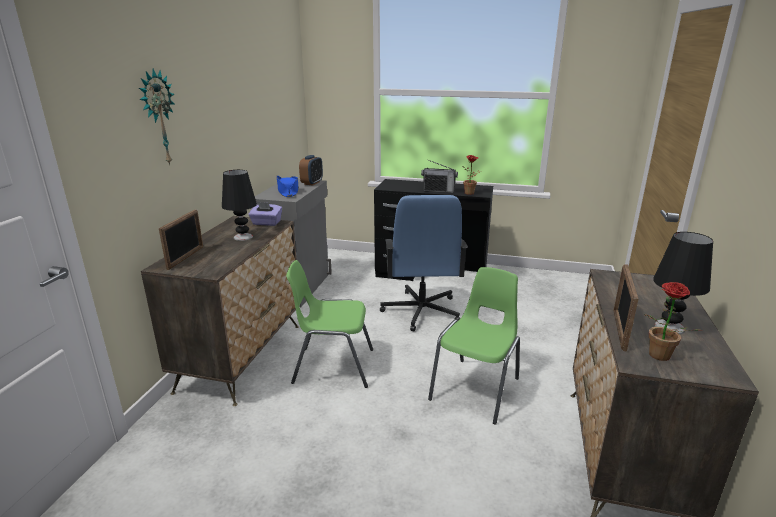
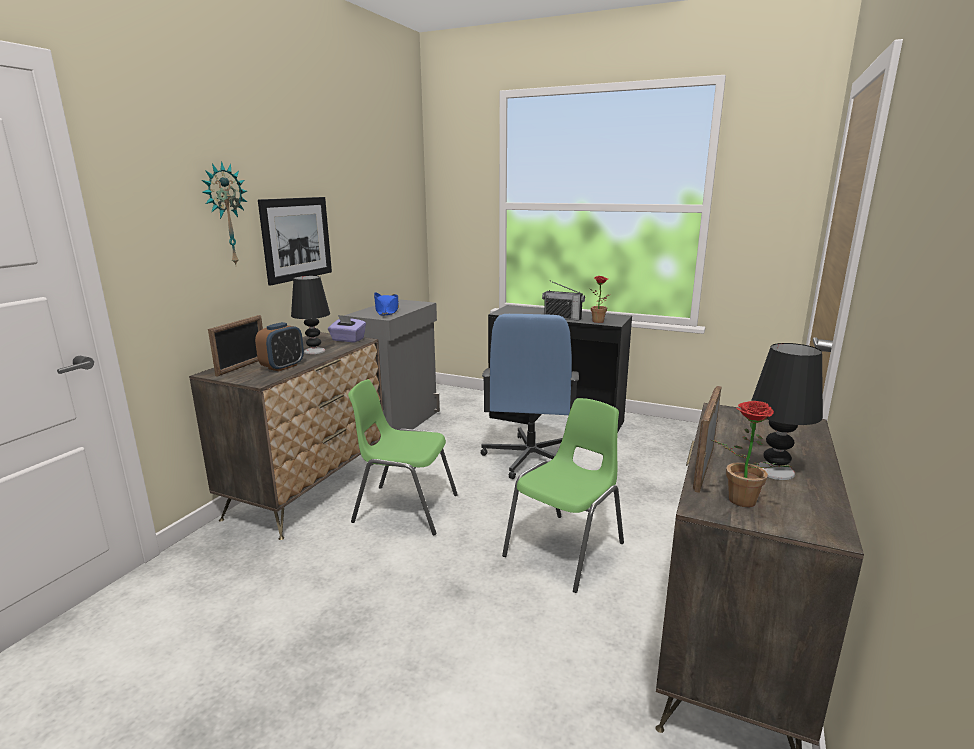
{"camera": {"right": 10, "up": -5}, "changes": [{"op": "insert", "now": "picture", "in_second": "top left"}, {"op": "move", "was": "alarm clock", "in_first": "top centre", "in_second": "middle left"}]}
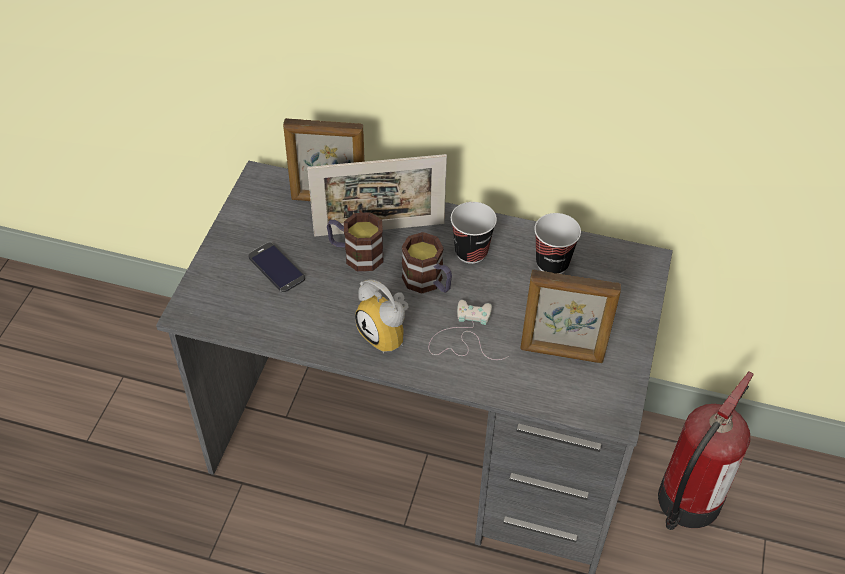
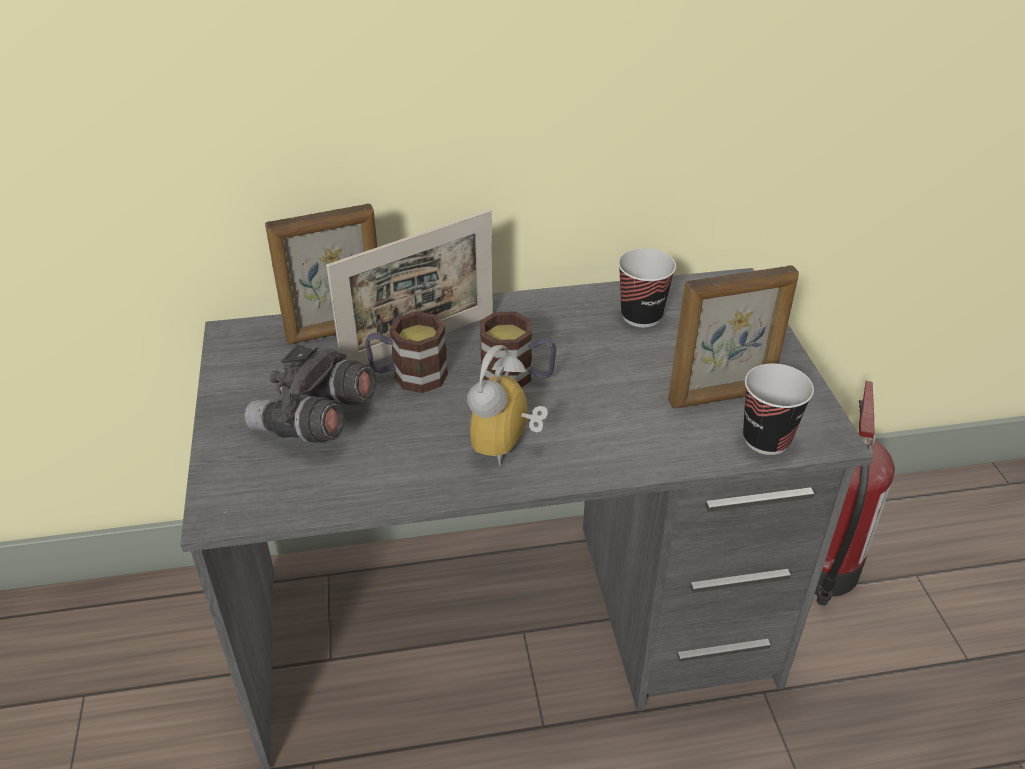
{"camera": {"right": -25, "up": -10}, "changes": [{"op": "delete", "was": "white game controller", "in_first": "centre"}, {"op": "move", "was": "cup (1st from left in the first image)", "now": "cup (2nd from left)", "in_first": "centre", "in_second": "middle right"}, {"op": "replace", "was": "phone", "now": "grey binoculars", "in_first": "middle left", "in_second": "middle left"}, {"op": "rotate", "was": "alarm clock", "in_first": "centre", "in_second": "centre", "clockwise": 90}]}
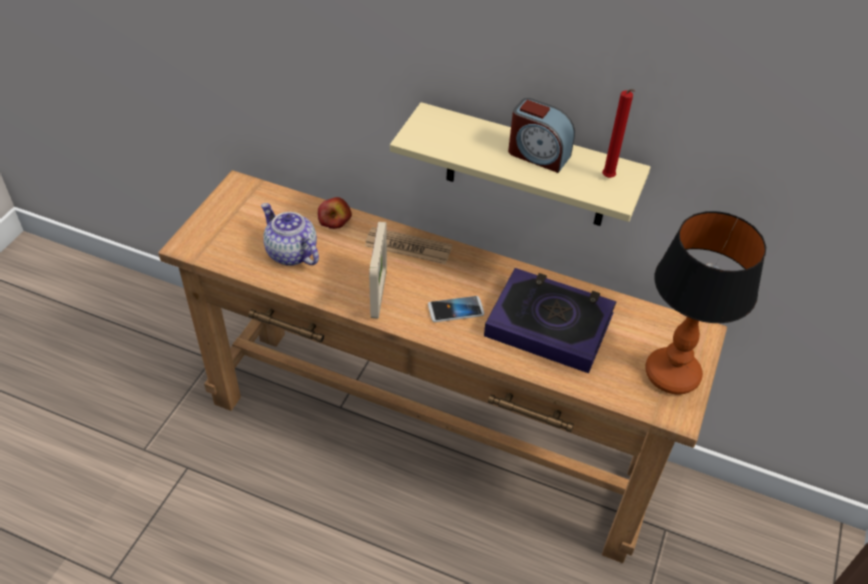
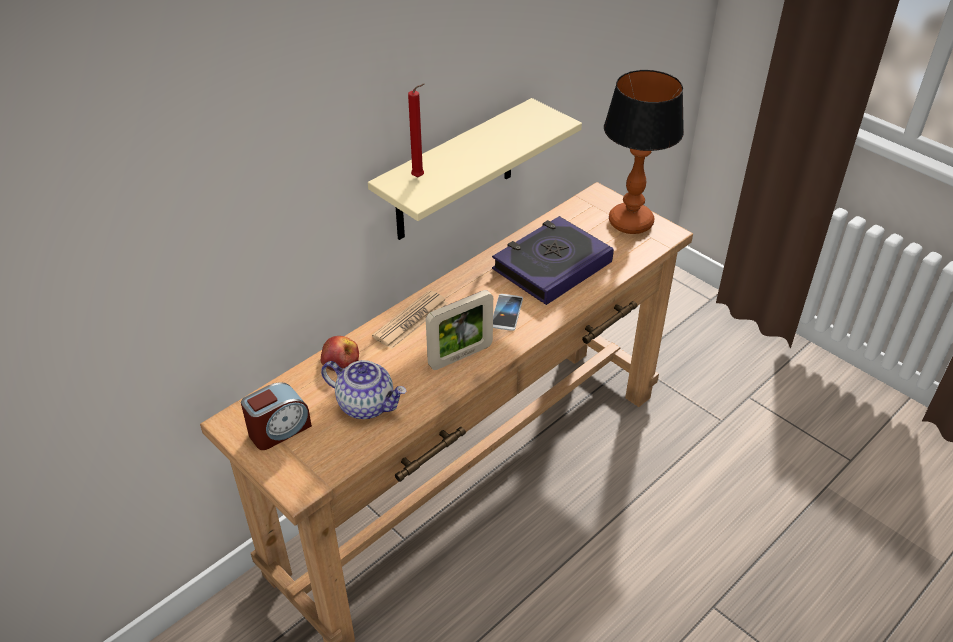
{"camera": {"right": -65, "up": -5}, "changes": [{"op": "move", "was": "alarm clock", "in_first": "top centre", "in_second": "middle left"}, {"op": "move", "was": "red candle", "in_first": "top right", "in_second": "top centre"}, {"op": "rotate", "was": "teapot", "in_first": "centre", "in_second": "centre", "clockwise": -135}, {"op": "rotate", "was": "picture frame", "in_first": "centre", "in_second": "centre", "clockwise": 120}]}
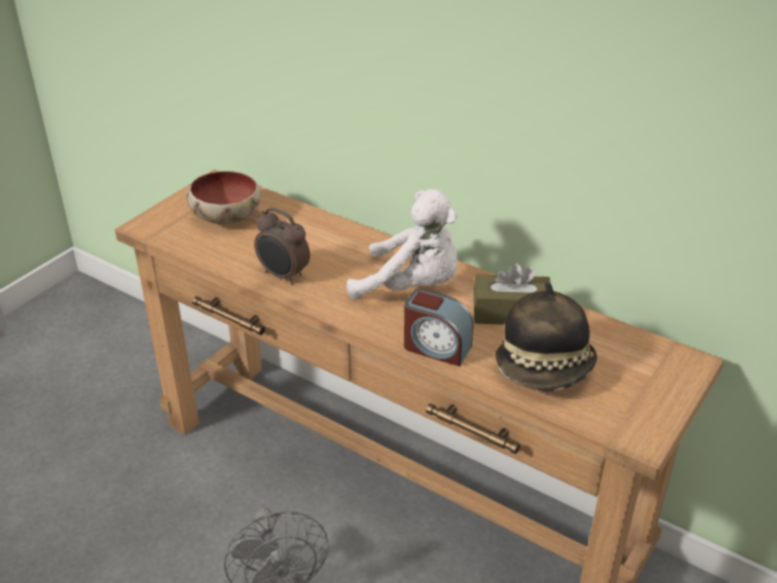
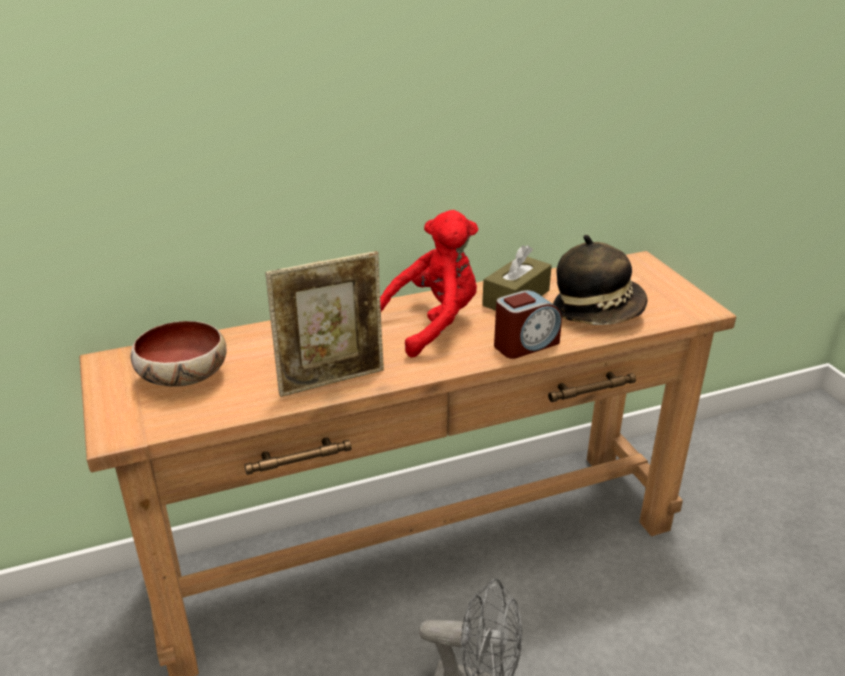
{"camera": {"right": -55, "up": -5}, "changes": [{"op": "replace", "was": "alarm clock (1st from left)", "now": "picture frame", "in_first": "centre", "in_second": "centre"}, {"op": "recolor", "was": "white plush toy", "now": "red plush toy", "in_first": "centre", "in_second": "centre"}]}
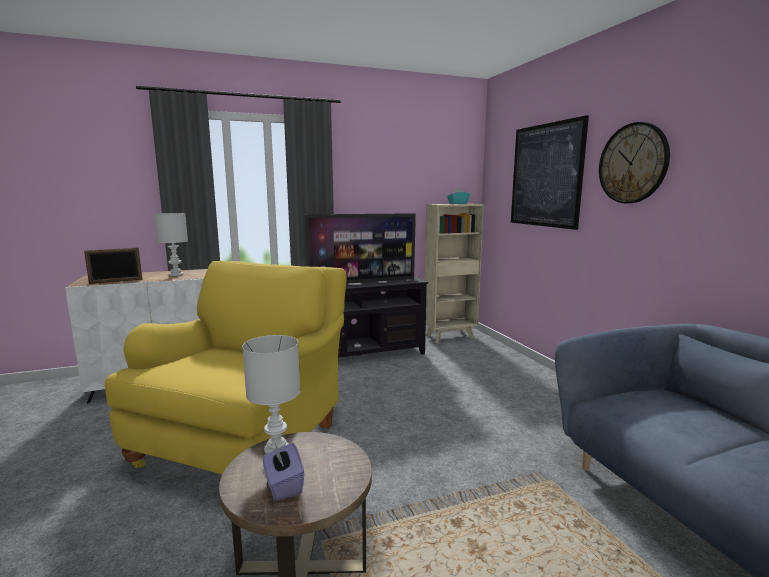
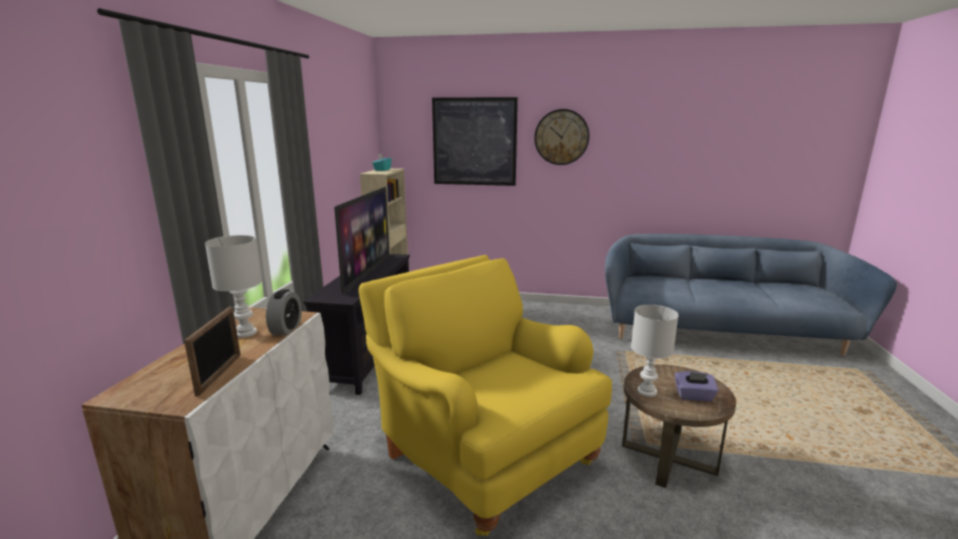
{"camera": {"right": -60, "up": 5}, "changes": [{"op": "insert", "now": "alarm clock", "in_second": "middle left"}]}
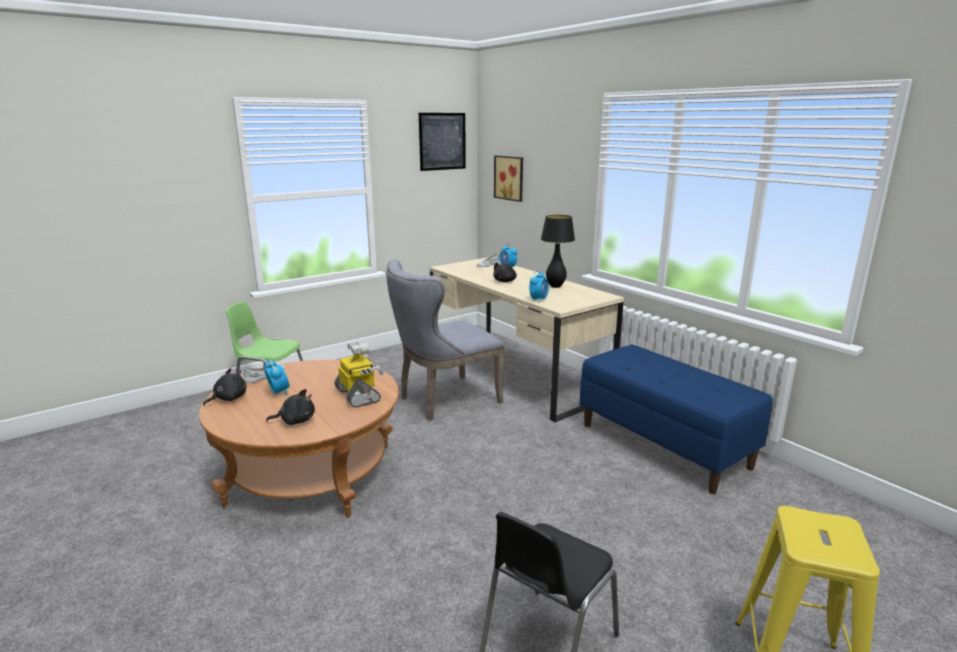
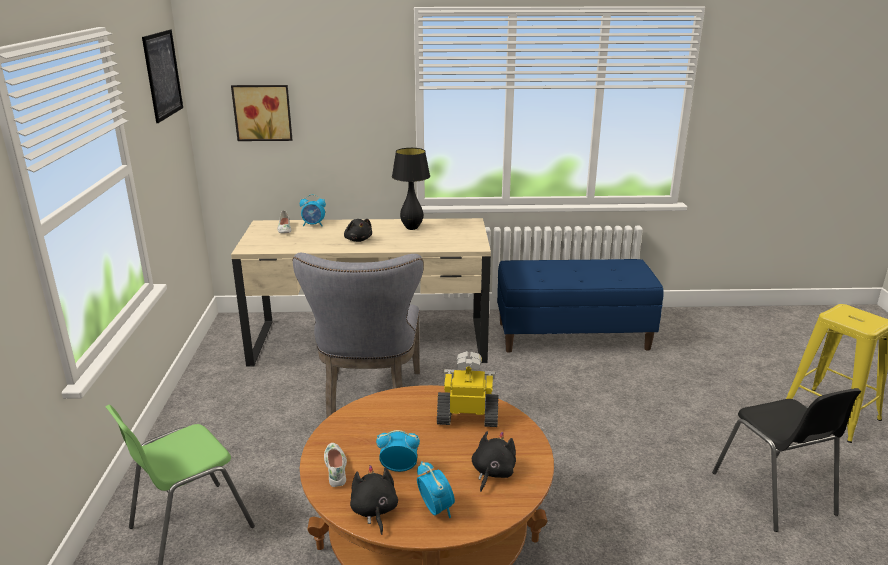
{"camera": {"right": -55, "up": 5}, "changes": [{"op": "move", "was": "alarm clock (3rd from left)", "in_first": "centre", "in_second": "bottom centre"}]}
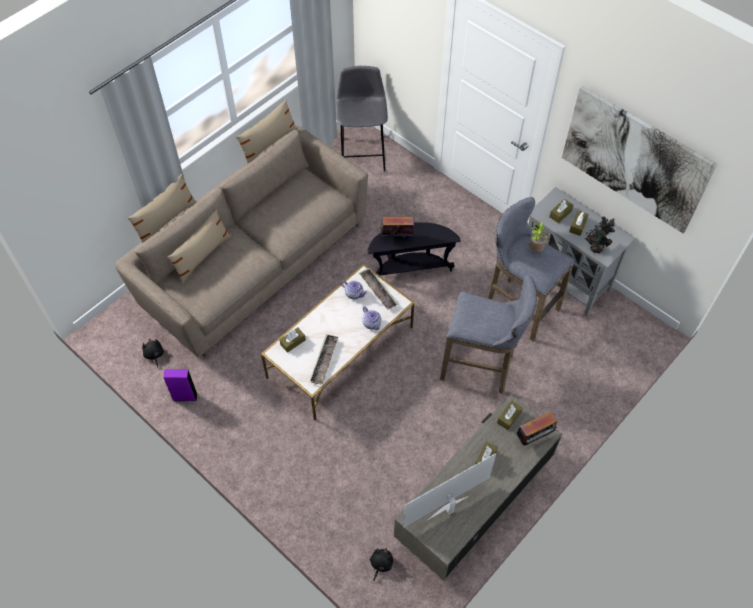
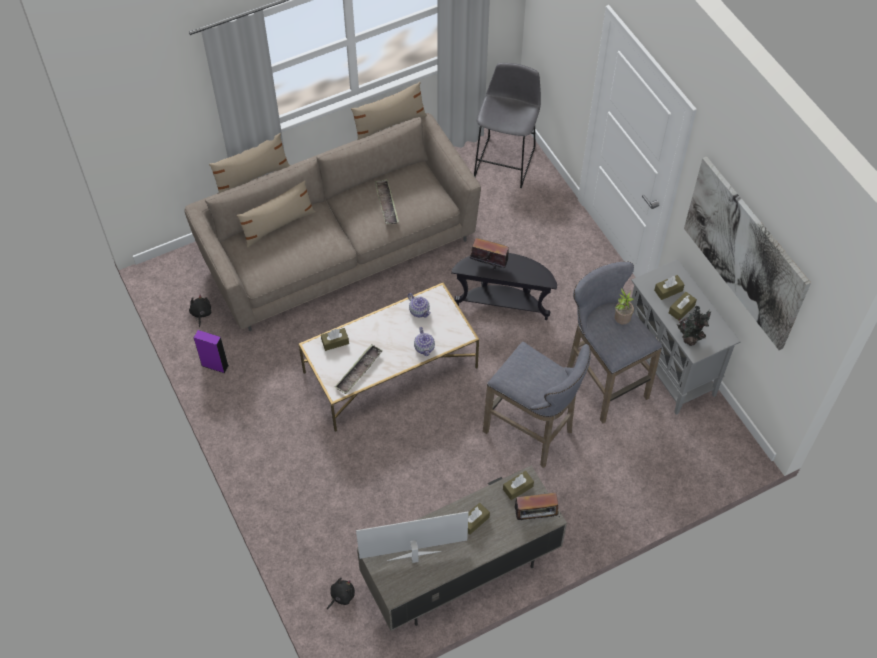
{"camera": {"right": 20, "up": 0}, "changes": [{"op": "move", "was": "tray (2nd from left)", "in_first": "centre", "in_second": "top centre"}]}
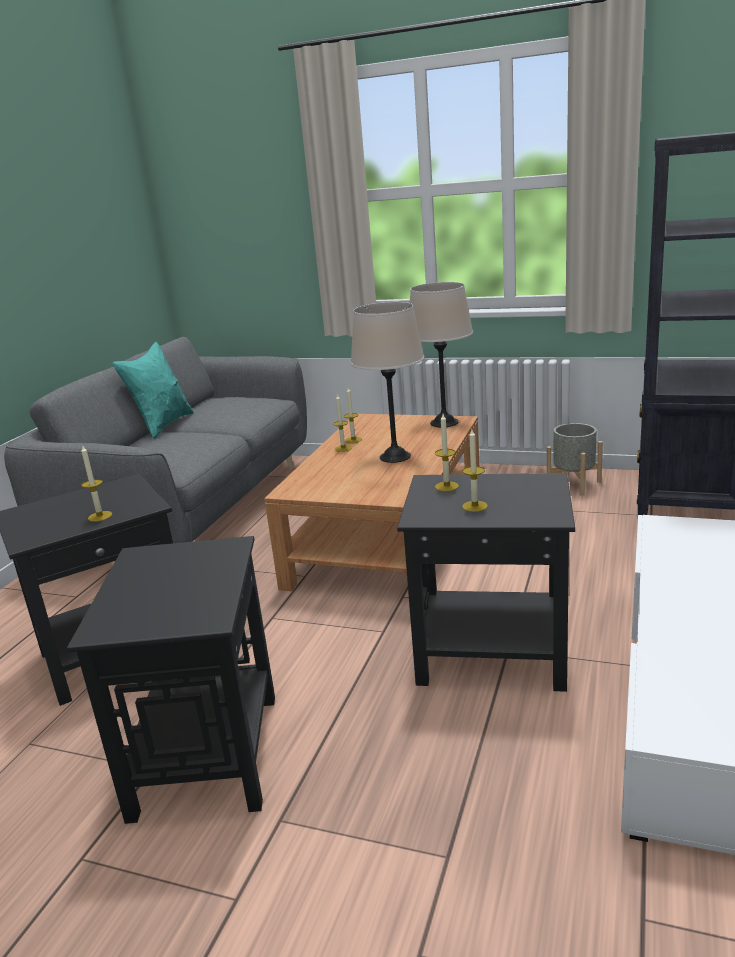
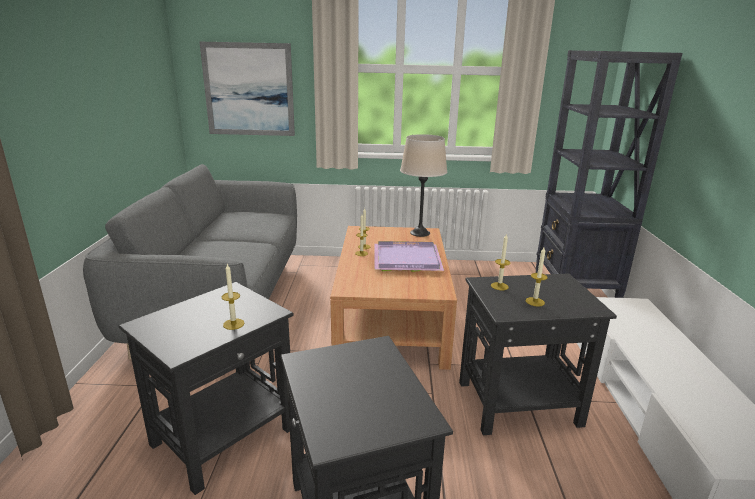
{"camera": {"right": -20, "up": 0}, "changes": [{"op": "delete", "was": "turquoise pillow", "in_first": "middle left"}, {"op": "delete", "was": "grey planter", "in_first": "middle right"}, {"op": "insert", "now": "picture", "in_second": "top left"}, {"op": "replace", "was": "beige table lamp (1st from left)", "now": "purple tray", "in_first": "centre", "in_second": "centre"}]}
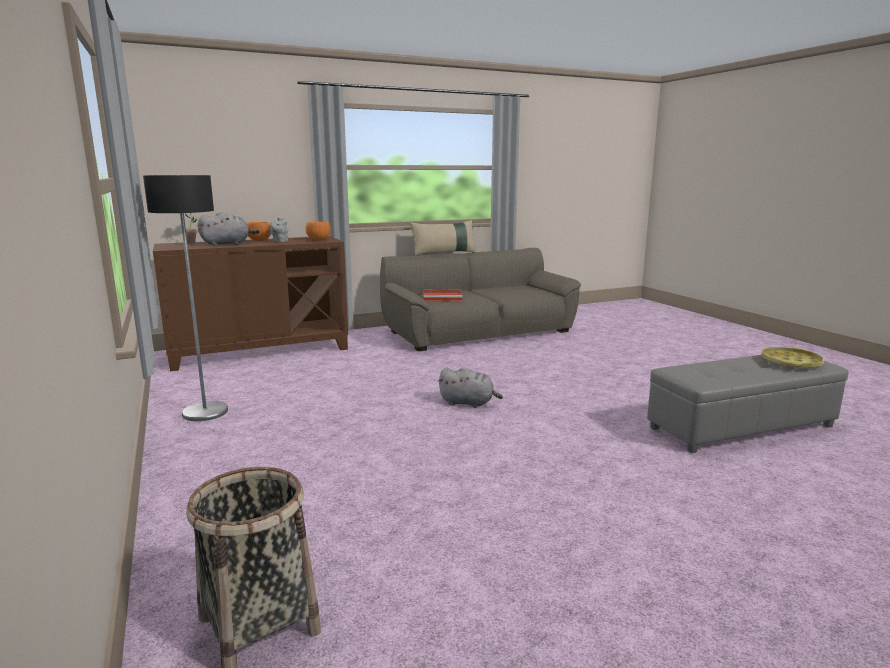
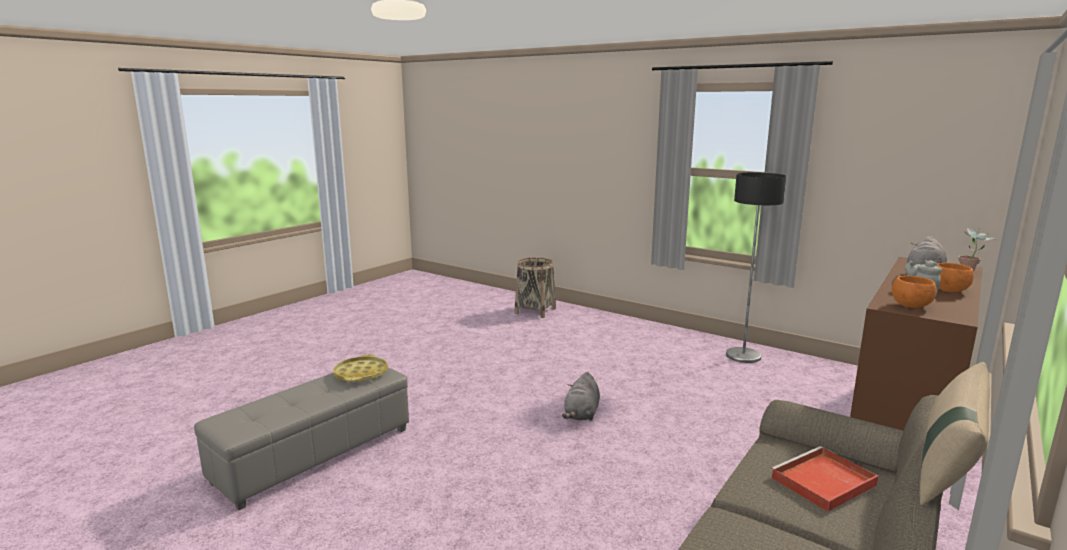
{"camera": {"right": 150, "up": 0}, "changes": [{"op": "move", "was": "yellow tray", "in_first": "middle right", "in_second": "bottom centre"}, {"op": "rotate", "was": "grey plush toy (2nd from left in the first image)", "in_first": "centre", "in_second": "bottom centre", "clockwise": -60}]}
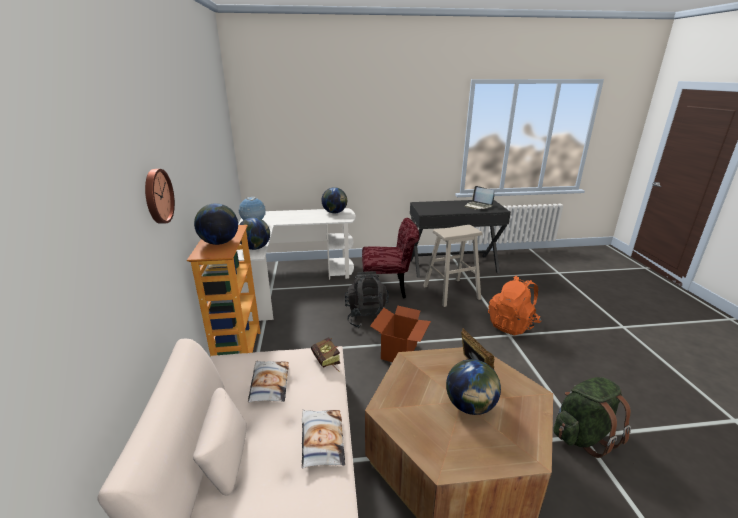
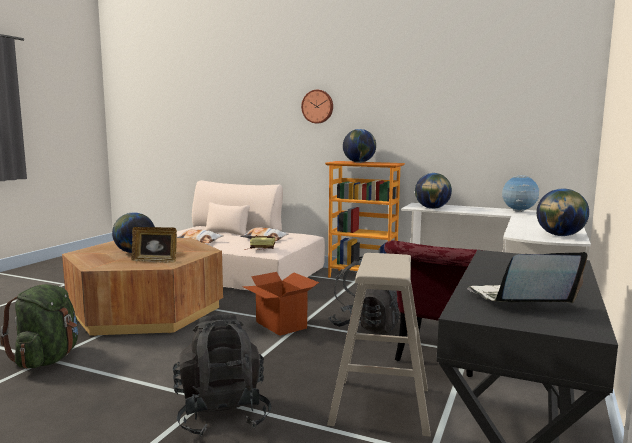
{"camera": {"right": 120, "up": -15}, "changes": [{"op": "recolor", "was": "orange backpack", "now": "black backpack (1st from left)", "in_first": "middle right", "in_second": "bottom centre"}]}
